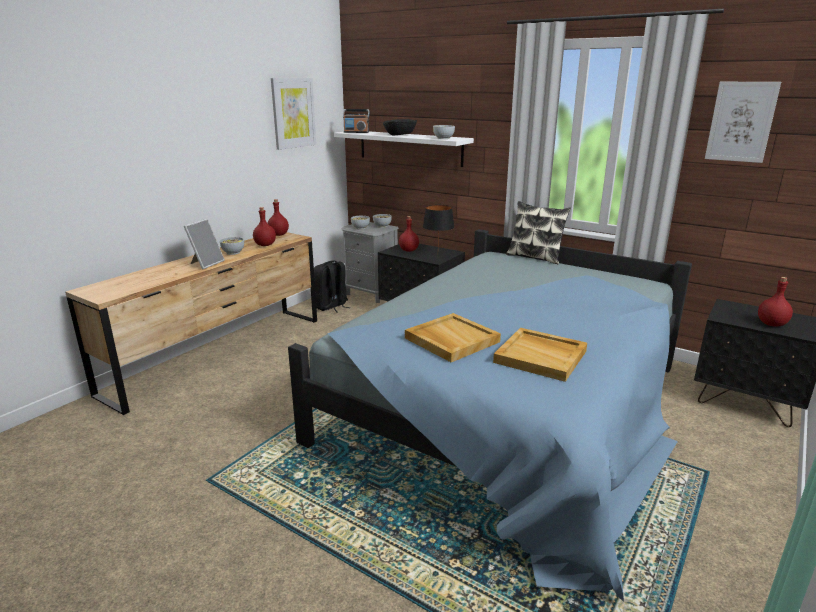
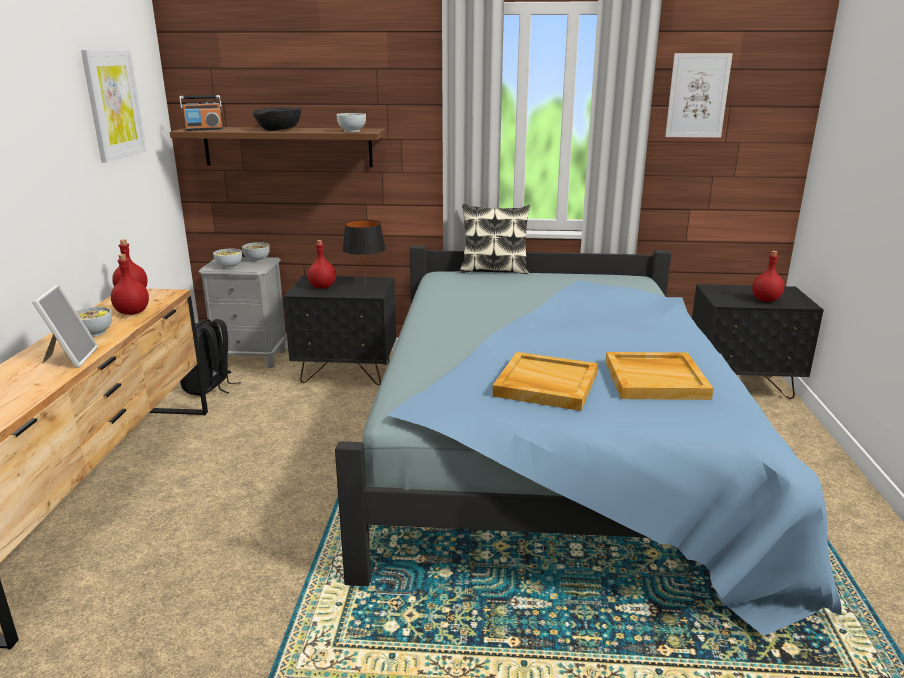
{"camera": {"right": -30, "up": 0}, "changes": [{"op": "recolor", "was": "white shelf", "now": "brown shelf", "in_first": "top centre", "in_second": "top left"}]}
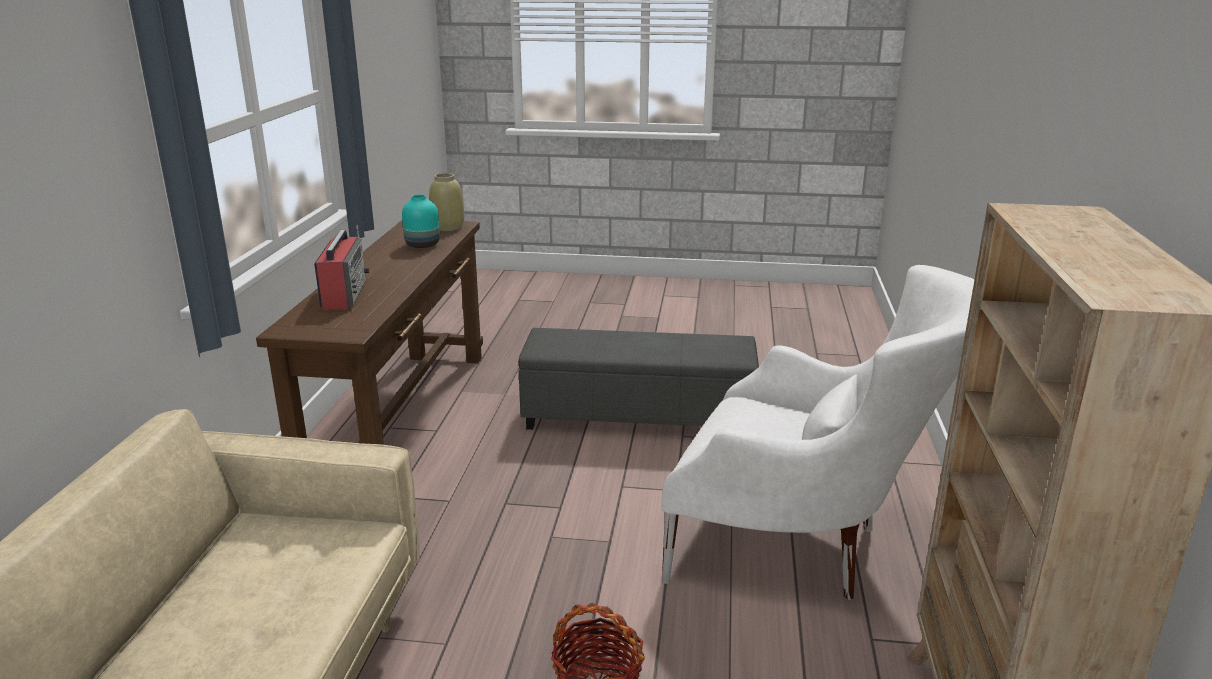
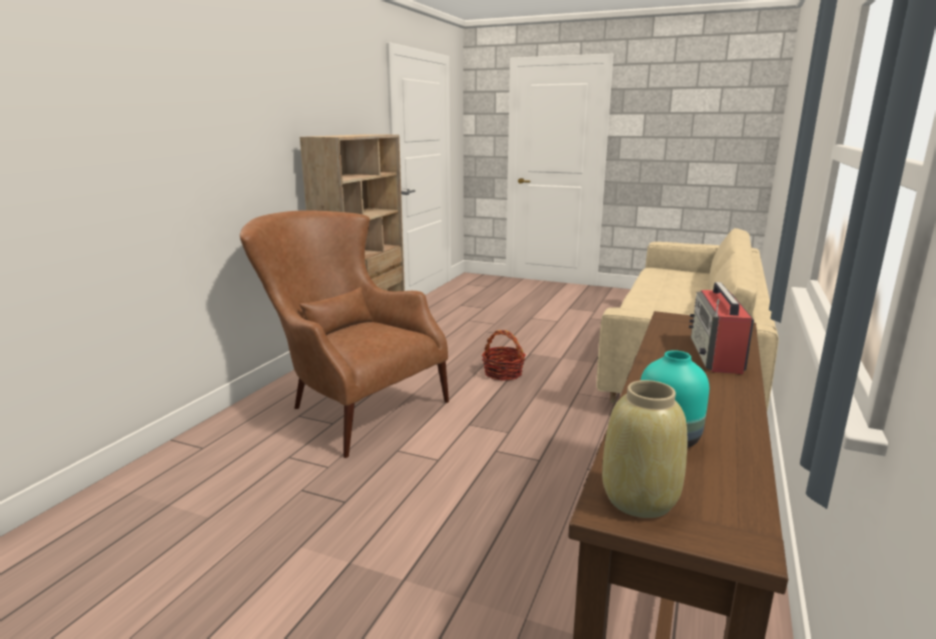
{"camera": {"right": -165, "up": -5}, "changes": [{"op": "delete", "was": "grey ottoman", "in_first": "centre"}, {"op": "recolor", "was": "white armchair", "now": "brown armchair", "in_first": "middle right", "in_second": "centre"}]}
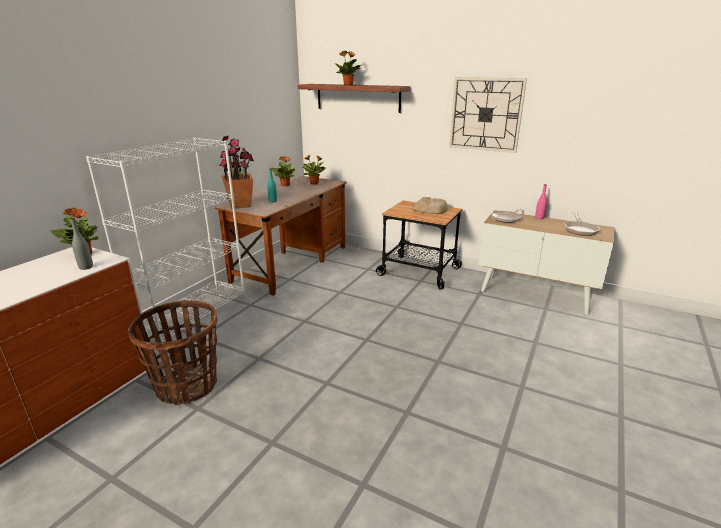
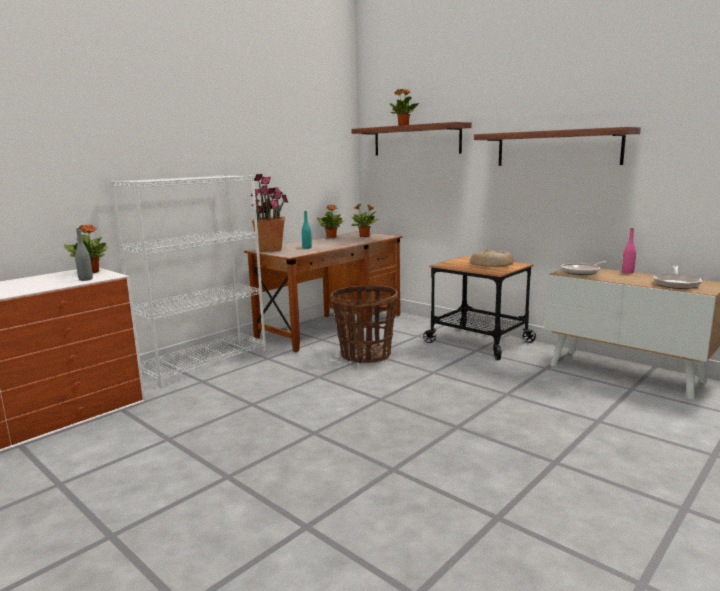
{"camera": {"right": 15, "up": -10}, "changes": [{"op": "move", "was": "basket", "in_first": "bottom left", "in_second": "centre"}, {"op": "replace", "was": "wall clock", "now": "shelf (2nd from left)", "in_first": "top right", "in_second": "top right"}]}
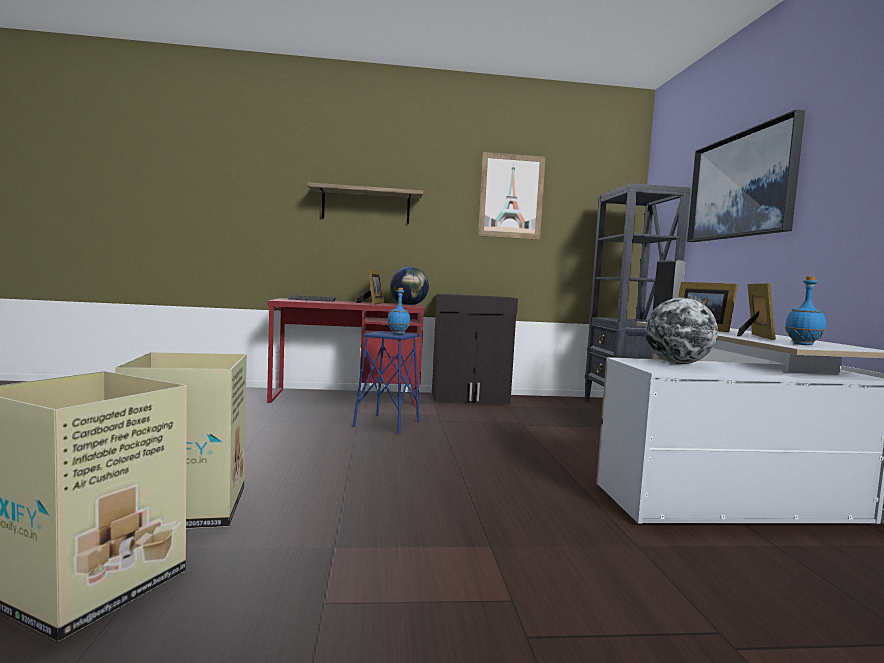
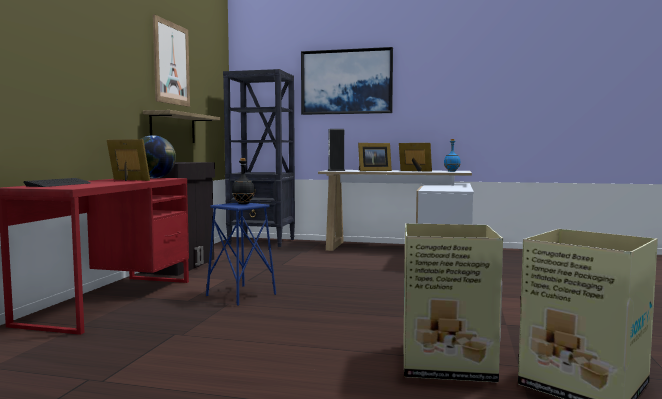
{"camera": {"right": -70, "up": 0}, "changes": [{"op": "delete", "was": "globe (2nd from left)", "in_first": "middle right"}, {"op": "move", "was": "shelf", "in_first": "top centre", "in_second": "top left"}, {"op": "recolor", "was": "blue bottle (1st from left)", "now": "black bottle", "in_first": "centre", "in_second": "centre"}]}
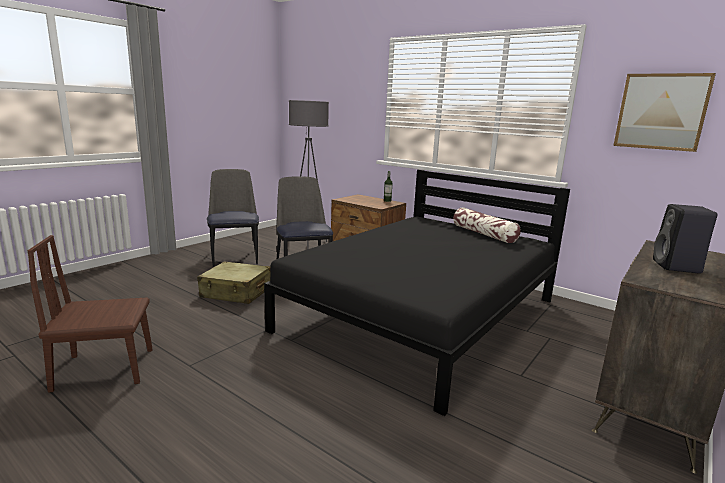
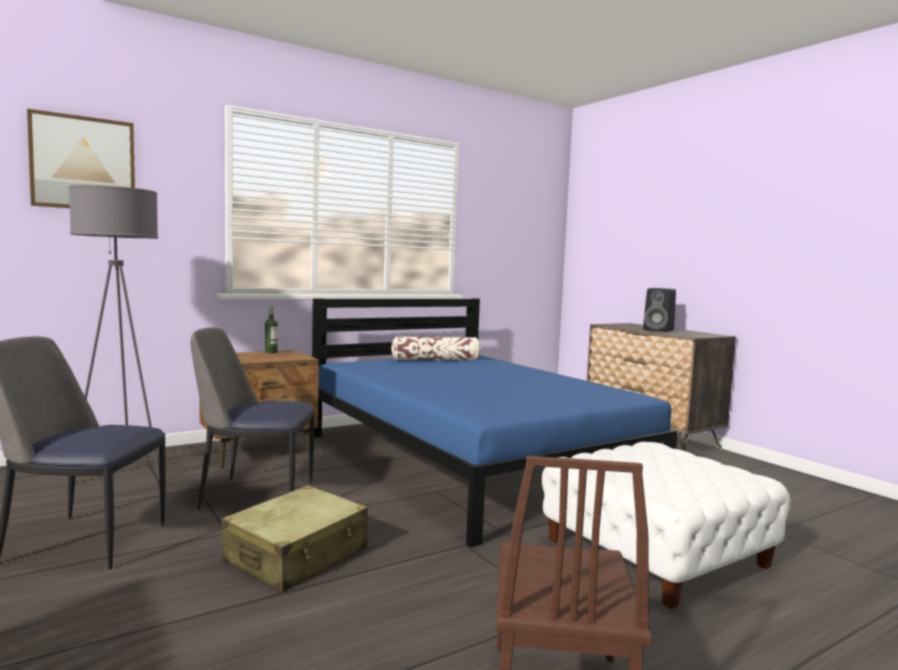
{"camera": {"right": -70, "up": -10}, "changes": [{"op": "insert", "now": "white ottoman", "in_second": "bottom right"}, {"op": "move", "was": "picture", "in_first": "top right", "in_second": "top left"}, {"op": "recolor", "was": "black bed", "now": "blue bed", "in_first": "centre", "in_second": "centre"}]}
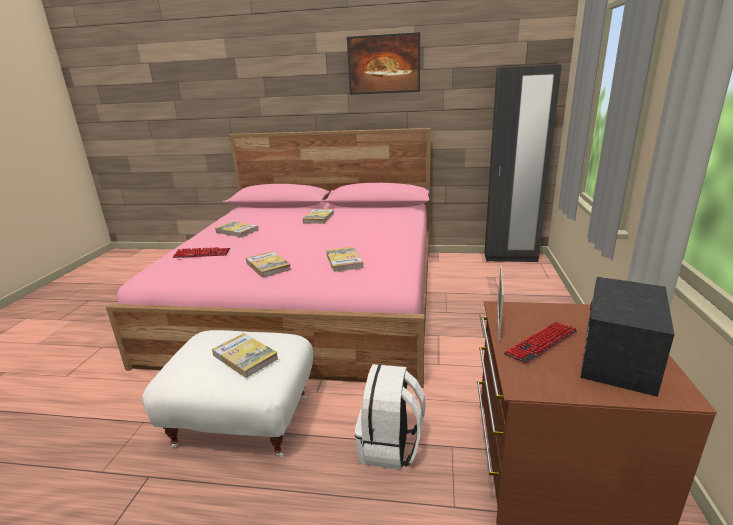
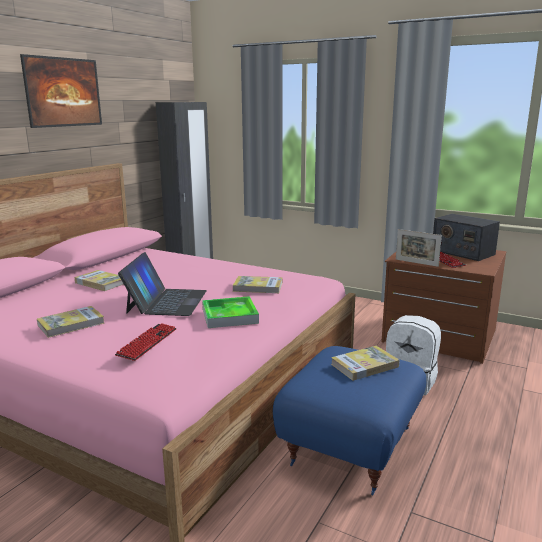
{"camera": {"right": -70, "up": -5}, "changes": [{"op": "insert", "now": "laptop", "in_second": "middle left"}, {"op": "replace", "was": "book (3rd from left)", "now": "tray", "in_first": "centre", "in_second": "centre"}, {"op": "recolor", "was": "white ottoman", "now": "blue ottoman", "in_first": "bottom left", "in_second": "bottom centre"}]}
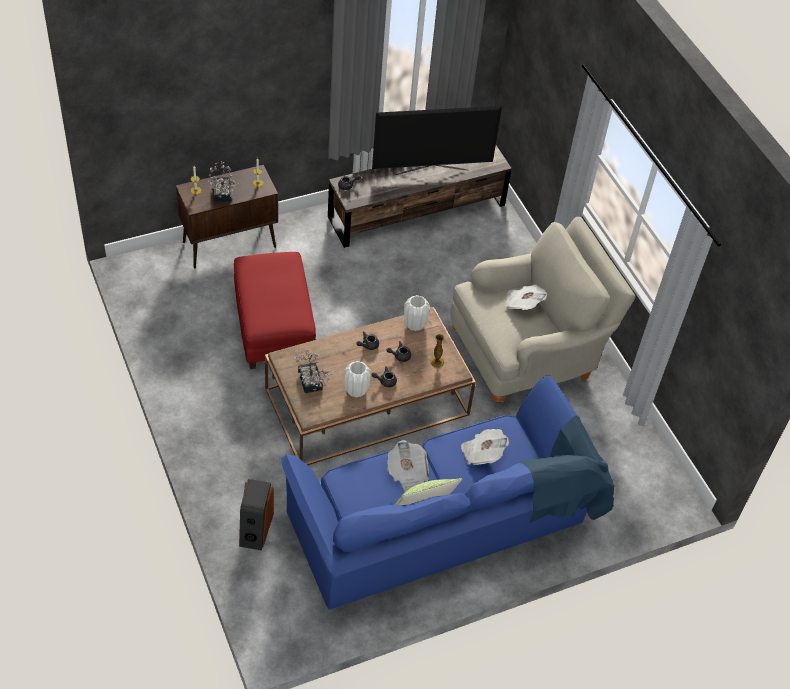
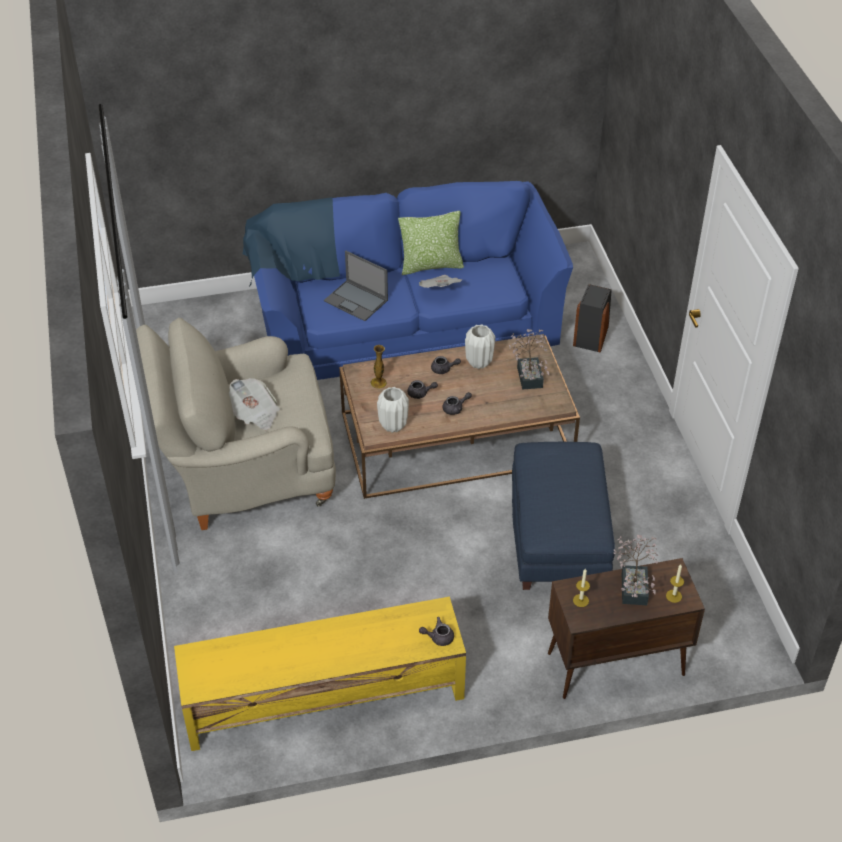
{"camera": {"right": -165, "up": -5}, "changes": [{"op": "delete", "was": "television", "in_first": "top centre"}, {"op": "replace", "was": "newspaper (2nd from left)", "now": "laptop", "in_first": "centre", "in_second": "centre"}, {"op": "recolor", "was": "red ottoman", "now": "blue ottoman", "in_first": "centre", "in_second": "middle right"}, {"op": "recolor", "was": "brown tv stand", "now": "yellow tv stand", "in_first": "top centre", "in_second": "bottom centre"}]}
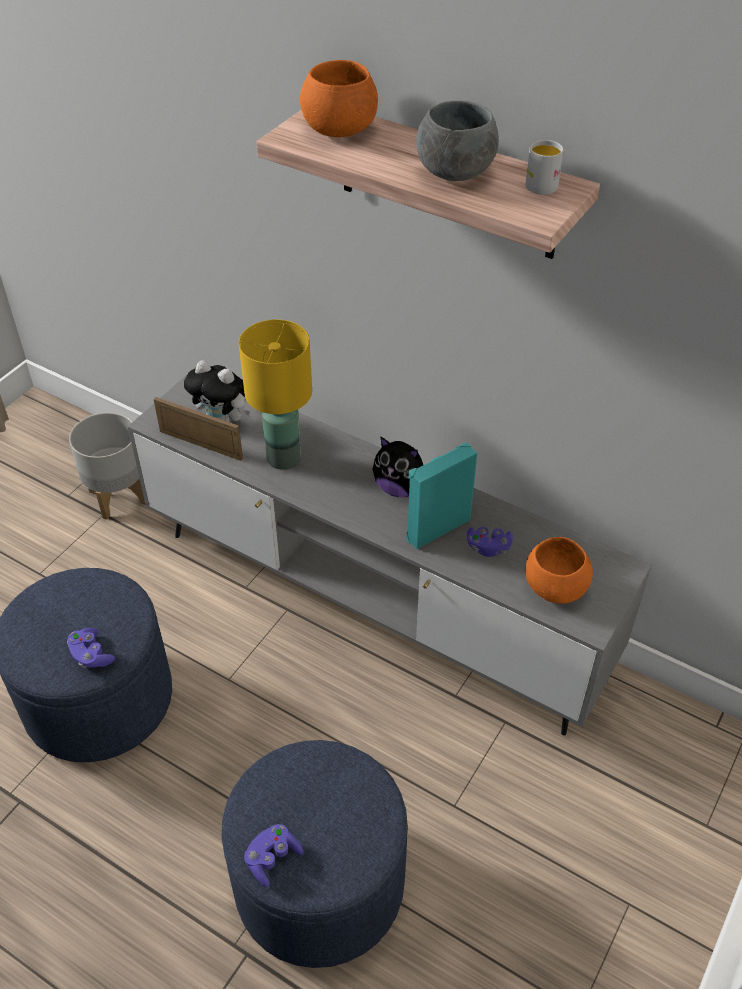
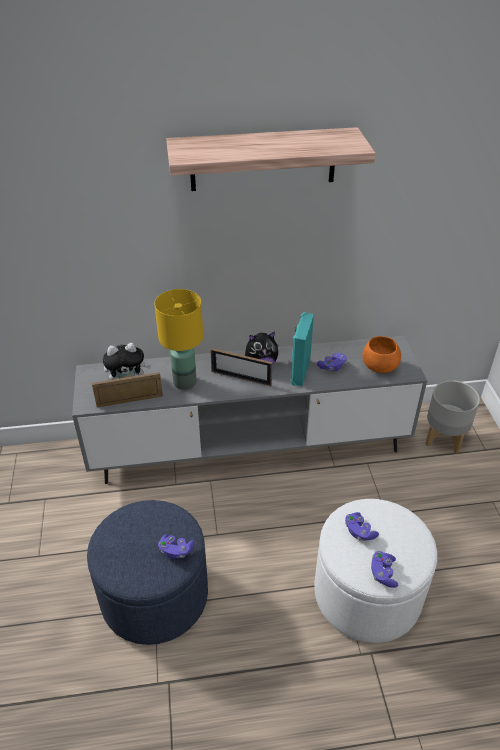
{"camera": {"right": -40, "up": -5}, "changes": [{"op": "delete", "was": "orange bowl (1st from left)", "in_first": "top centre"}, {"op": "delete", "was": "grey bowl", "in_first": "top centre"}, {"op": "delete", "was": "white mug", "in_first": "top right"}, {"op": "insert", "now": "picture frame (2nd from left)", "in_second": "centre"}, {"op": "insert", "now": "purple game controller (3rd from left)", "in_second": "bottom right"}, {"op": "move", "was": "grey planter", "in_first": "middle left", "in_second": "middle right"}, {"op": "recolor", "was": "blue ottoman (2nd from left)", "now": "white ottoman", "in_first": "bottom centre", "in_second": "bottom right"}]}
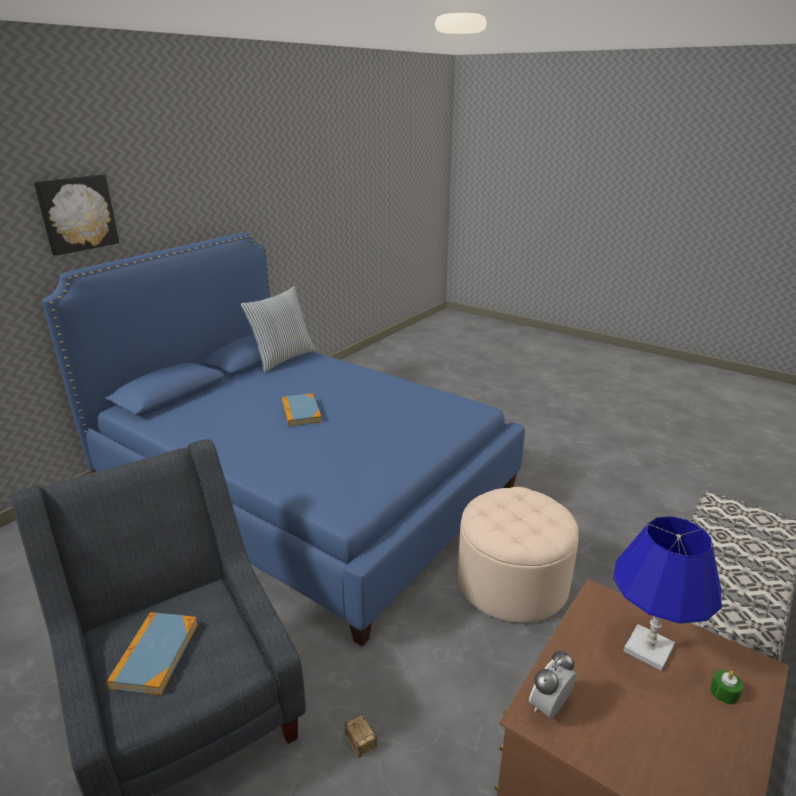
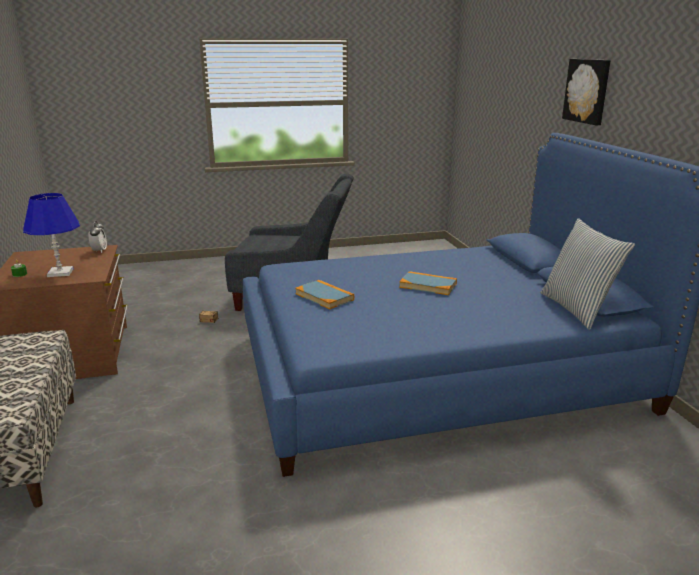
{"camera": {"right": 130, "up": -5}, "changes": [{"op": "delete", "was": "beige ottoman", "in_first": "bottom centre"}, {"op": "move", "was": "book (1st from left)", "in_first": "bottom left", "in_second": "centre"}]}
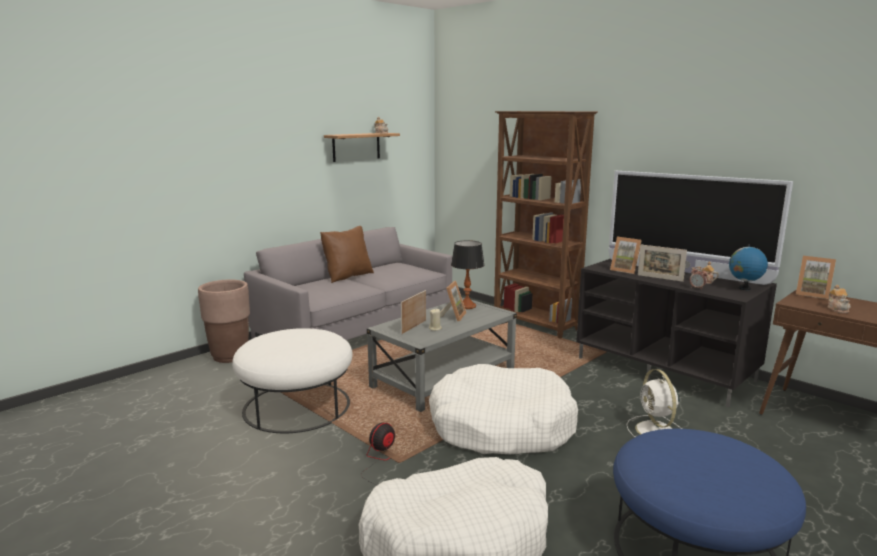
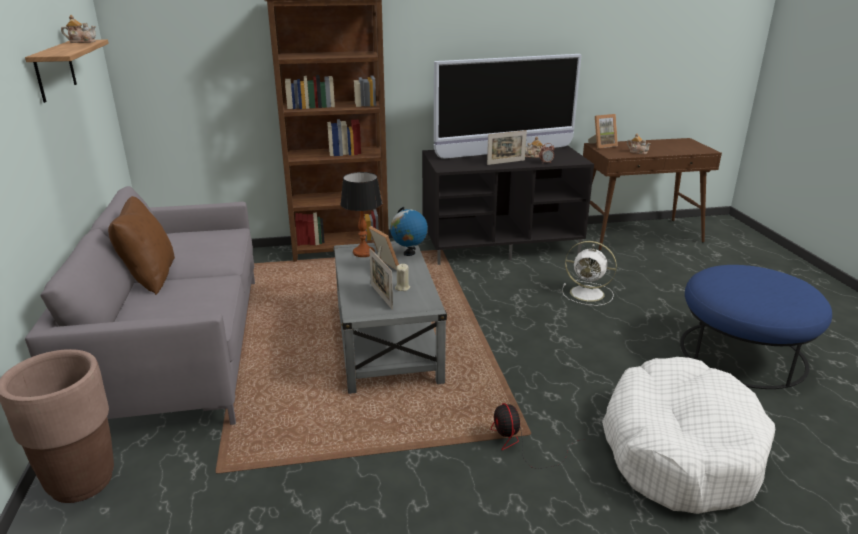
{"camera": {"right": -55, "up": 10}, "changes": [{"op": "delete", "was": "white ottoman", "in_first": "bottom left"}, {"op": "delete", "was": "white dog bed (2nd from left)", "in_first": "bottom centre"}, {"op": "delete", "was": "picture frame (3rd from left)", "in_first": "middle right"}, {"op": "move", "was": "globe", "in_first": "middle right", "in_second": "centre"}]}
